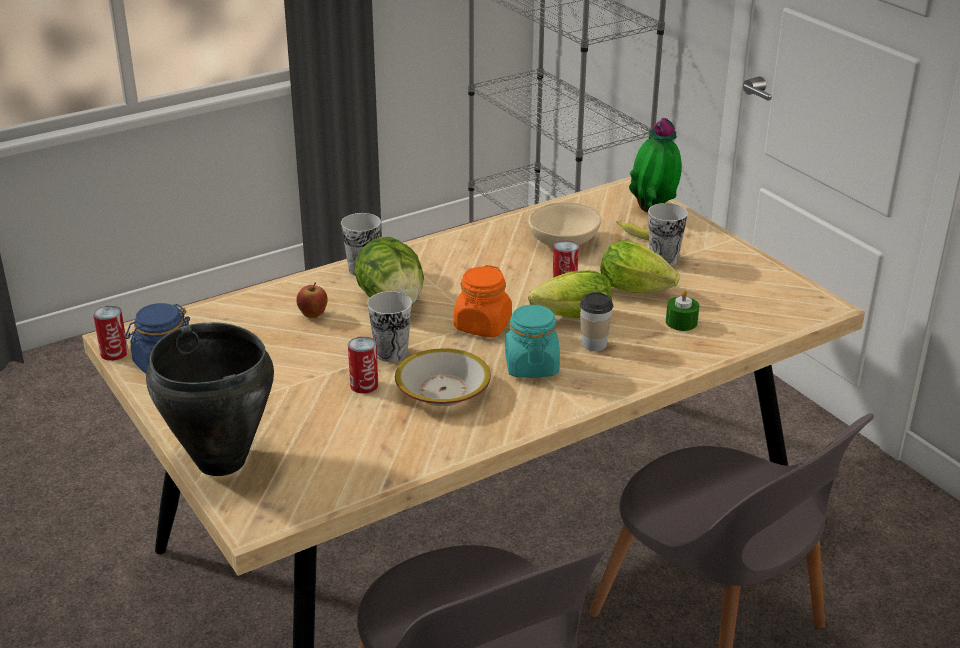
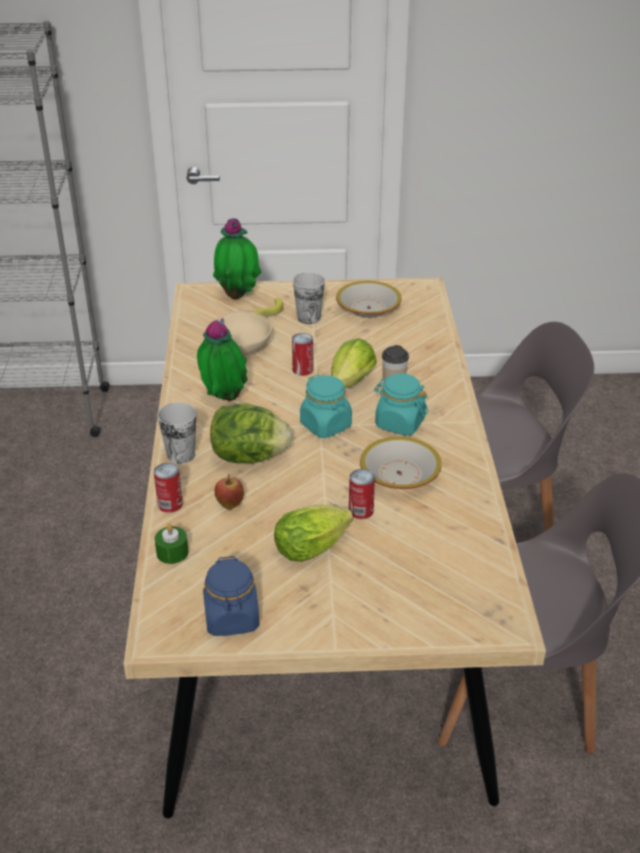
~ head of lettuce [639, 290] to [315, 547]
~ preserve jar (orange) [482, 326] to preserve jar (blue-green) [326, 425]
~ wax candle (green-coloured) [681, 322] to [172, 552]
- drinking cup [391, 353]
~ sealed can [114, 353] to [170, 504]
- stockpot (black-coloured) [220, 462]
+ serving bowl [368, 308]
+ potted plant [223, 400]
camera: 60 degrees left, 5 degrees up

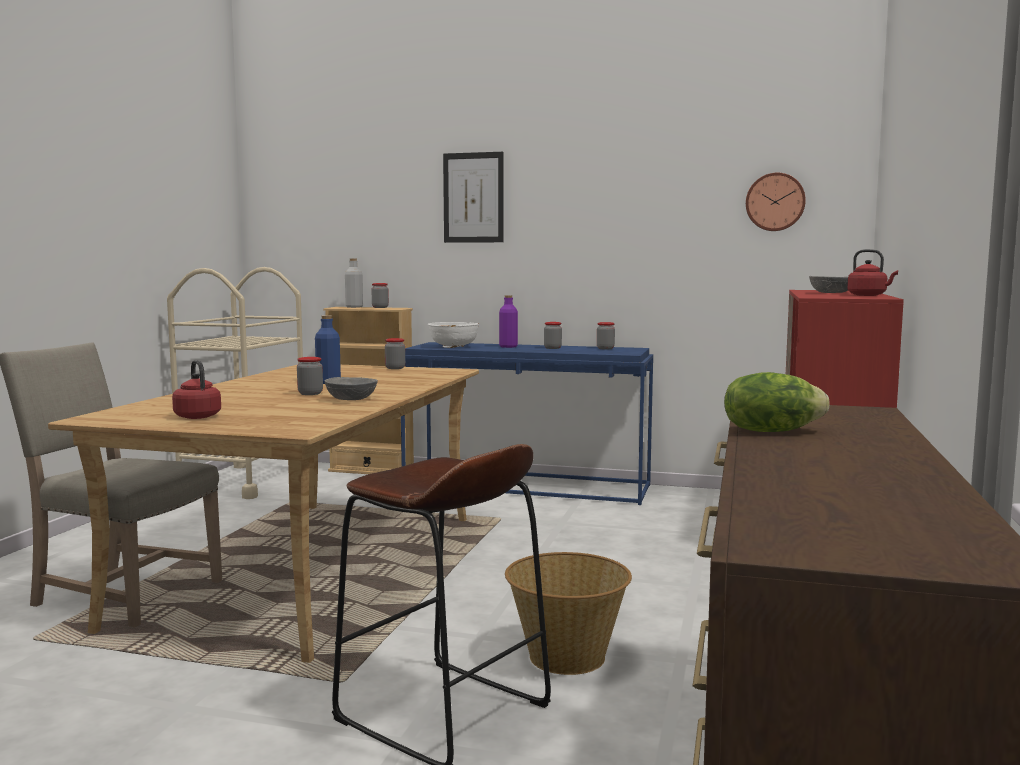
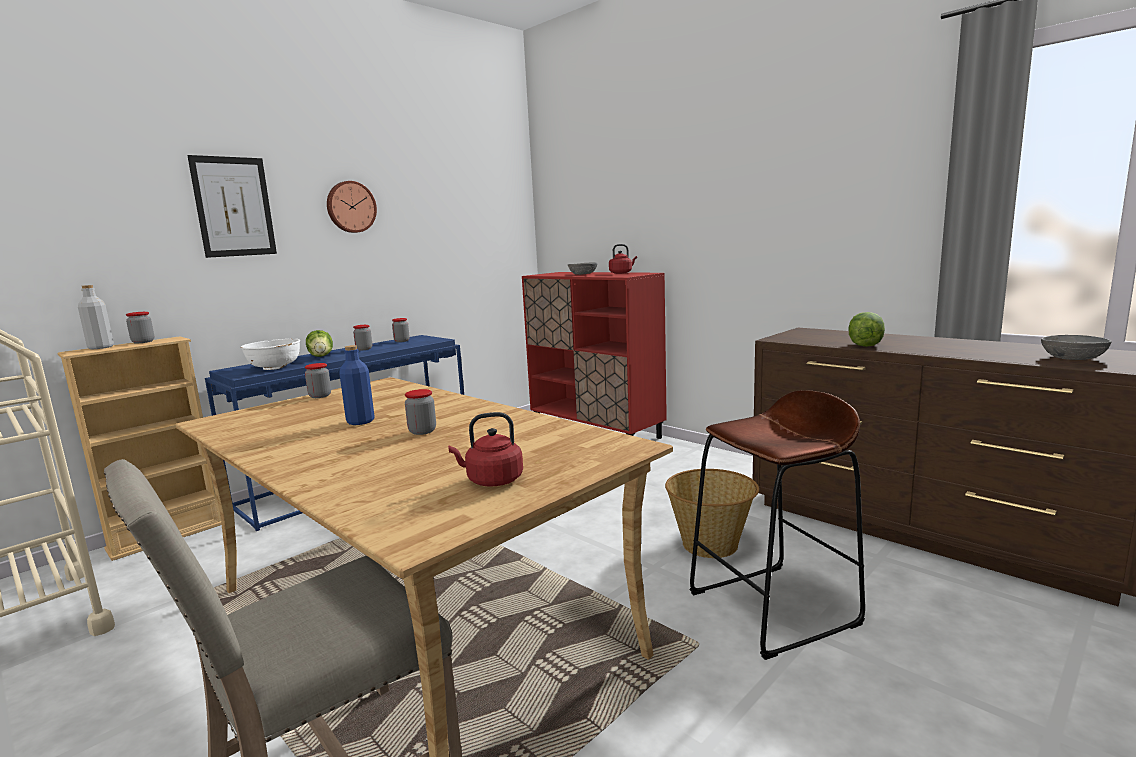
~ hanging clock [775, 202] to [350, 207]
~ beverage bottle (purple) [508, 346] to head of lettuce [321, 356]
~ serving bowl (grey) [350, 399] to [1073, 358]
camera: 60 degrees left, 5 degrees up

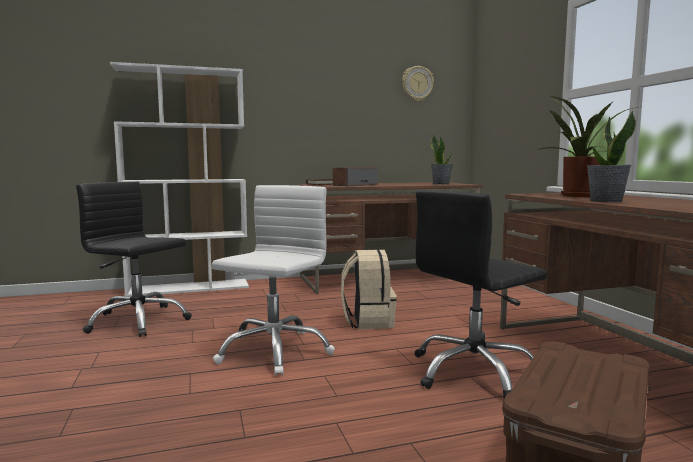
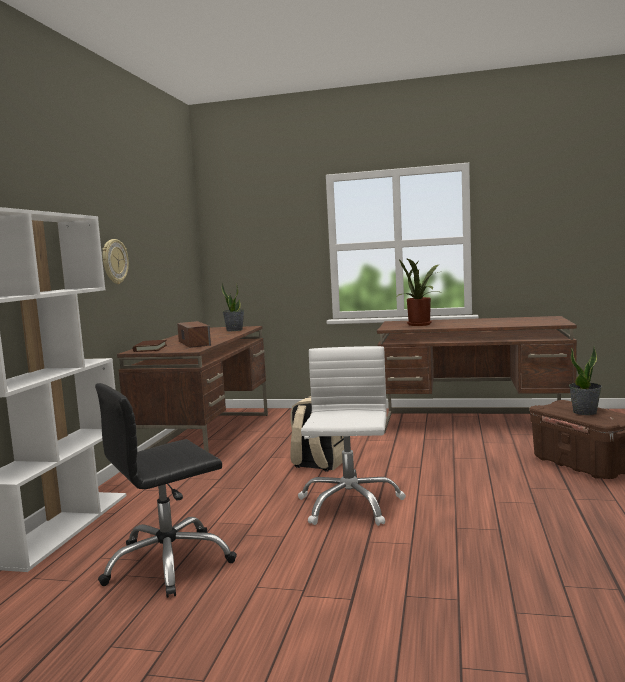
~ hanging clock [417, 83] to [114, 261]
~ potted plant [606, 201] to [585, 412]
~ desk chair (white-coloured) [274, 351] = [349, 505] 45 degrees clockwise
- desk chair (black-coloured) [473, 372]
camera: 60 degrees left, 0 degrees up

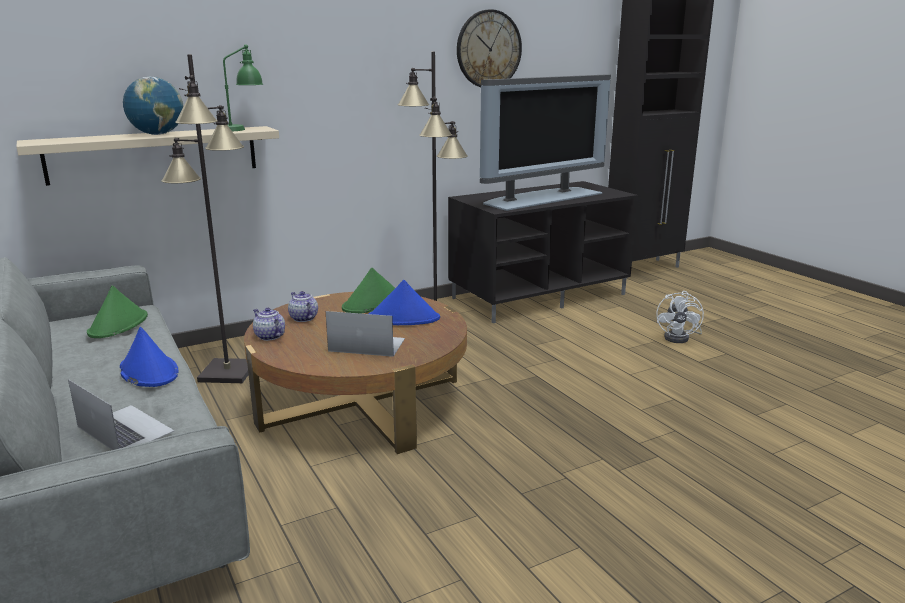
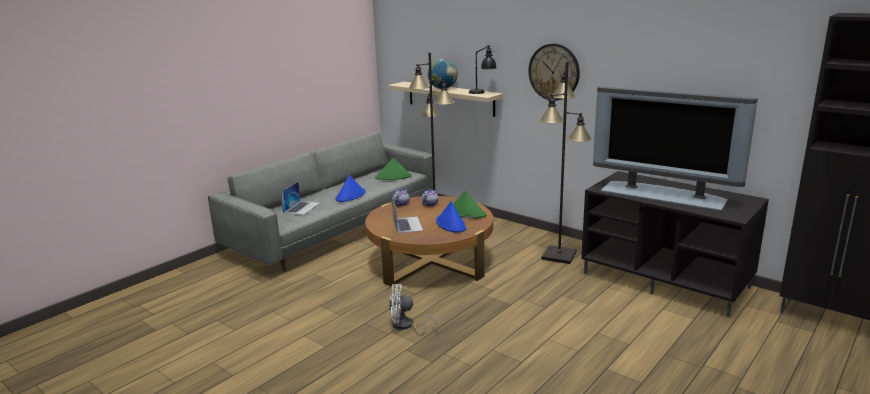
~ hanging clock [488, 49] to [554, 72]
~ table lamp (green-coloured) [242, 129] to table lamp (black-coloured) [482, 93]
~ electric fan (white-coloured) [680, 338] to [406, 326]
camera: 70 degrees right, 0 degrees up

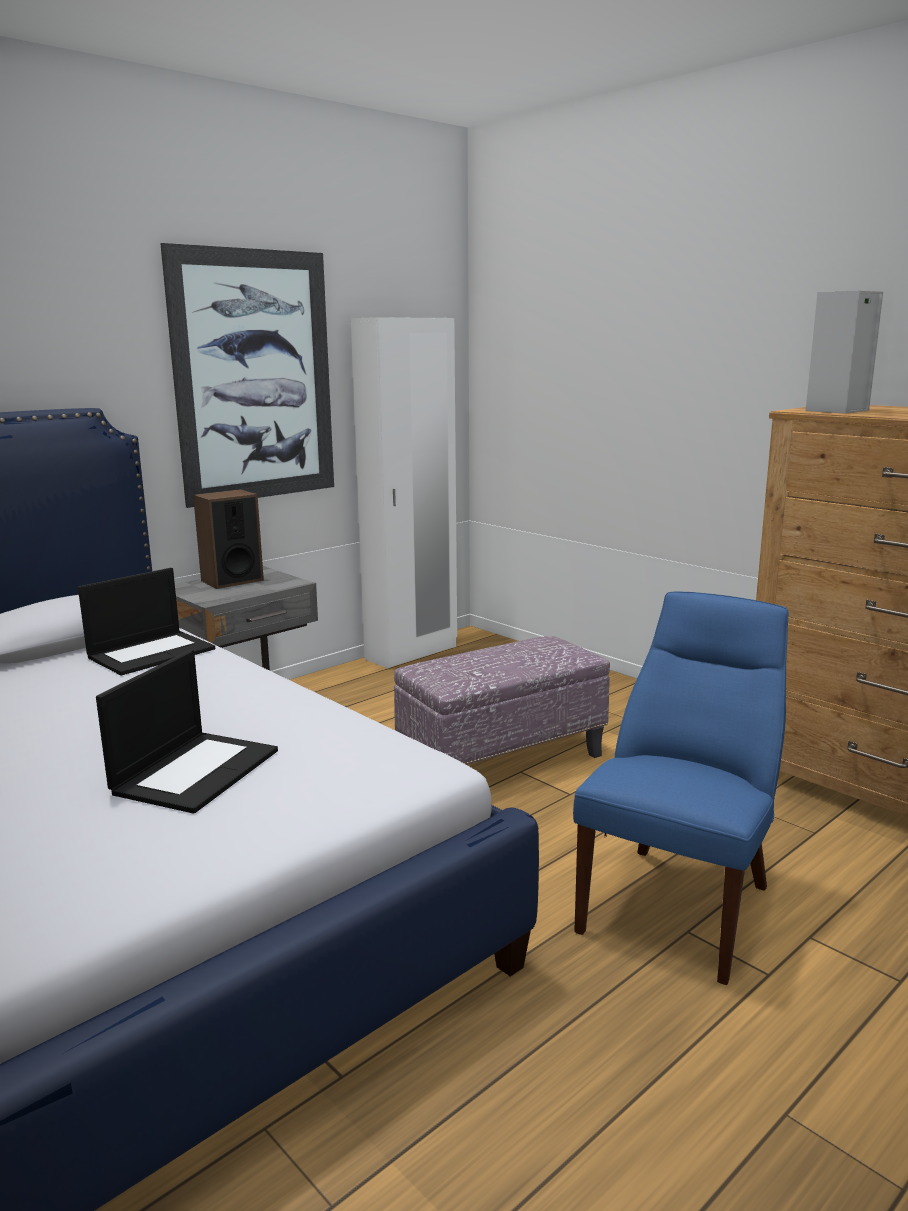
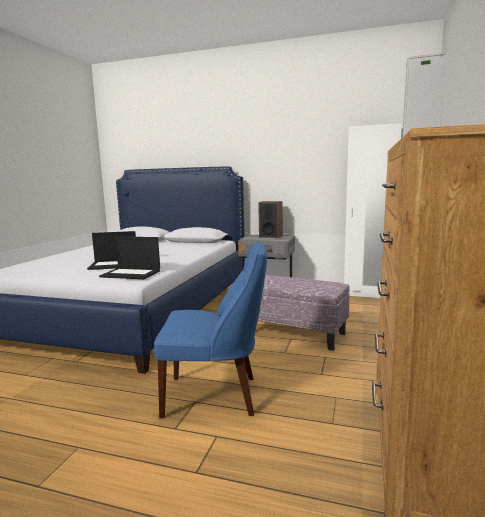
- wall art [255, 377]
~ notebook computer [152, 652] to [131, 273]
camera: 60 degrees right, 5 degrees down

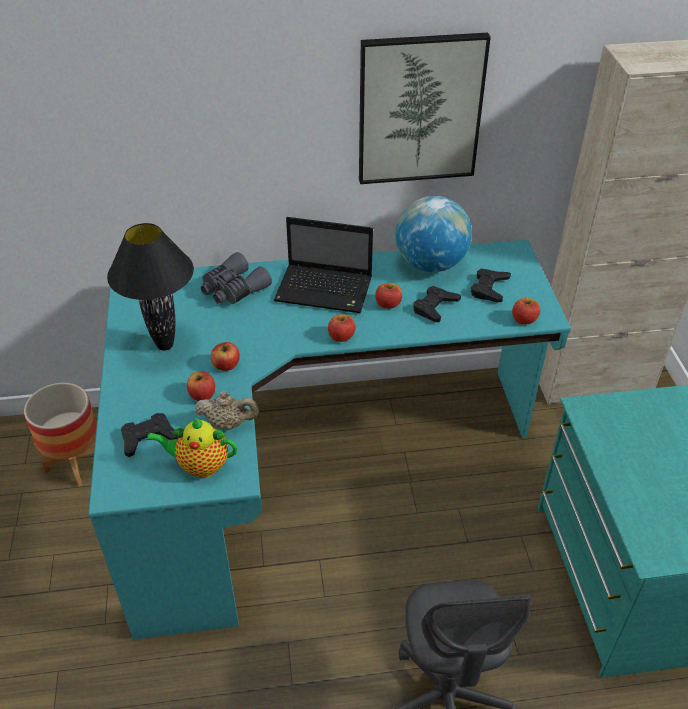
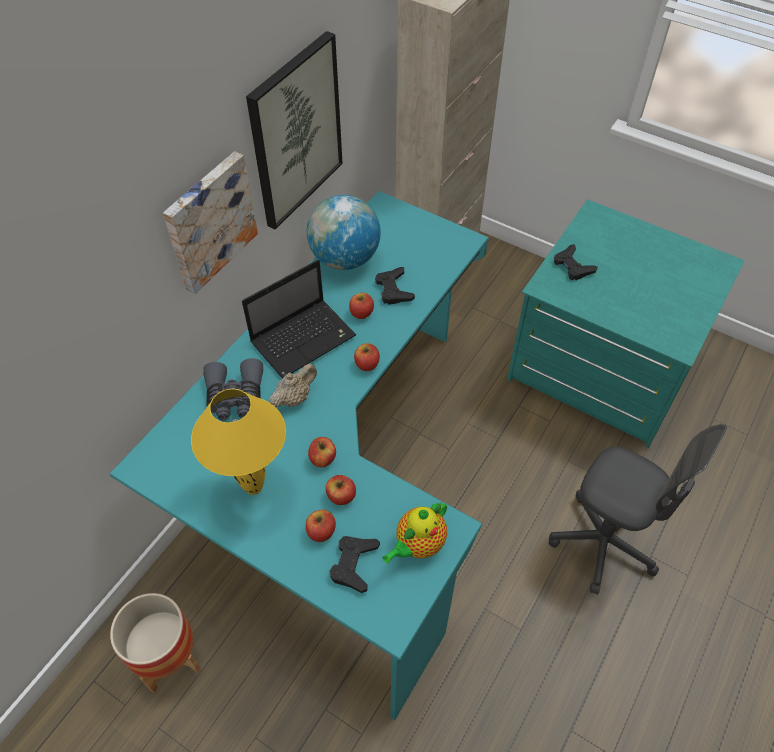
~ table lamp (black-coloured) [166, 345] to table lamp (yellowish) [254, 486]
~ gamepad (black-coloured) [489, 288] to [572, 266]
~ apple fruit [524, 319] to [321, 531]
~ teapot (beige-coloured) [228, 423] to [294, 398]
+ wall art [209, 221]
camera: 50 degrees left, 10 degrees up

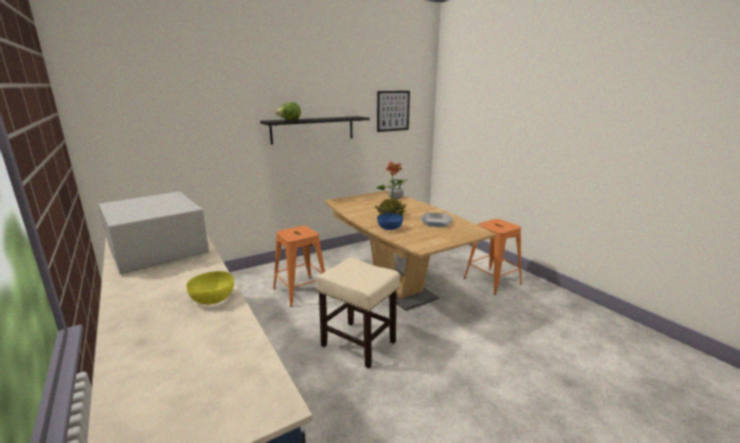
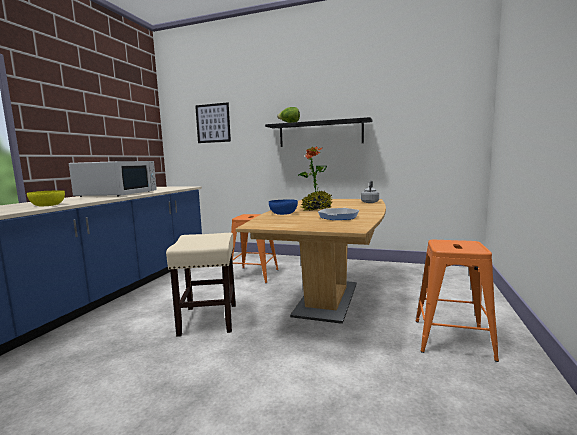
~ wall art [393, 111] to [213, 123]
camera: 50 degrees right, 10 degrees down

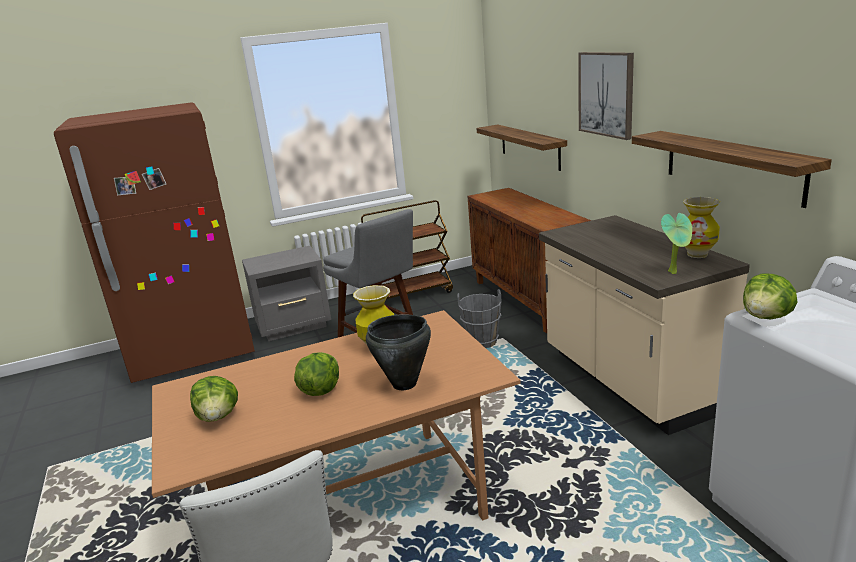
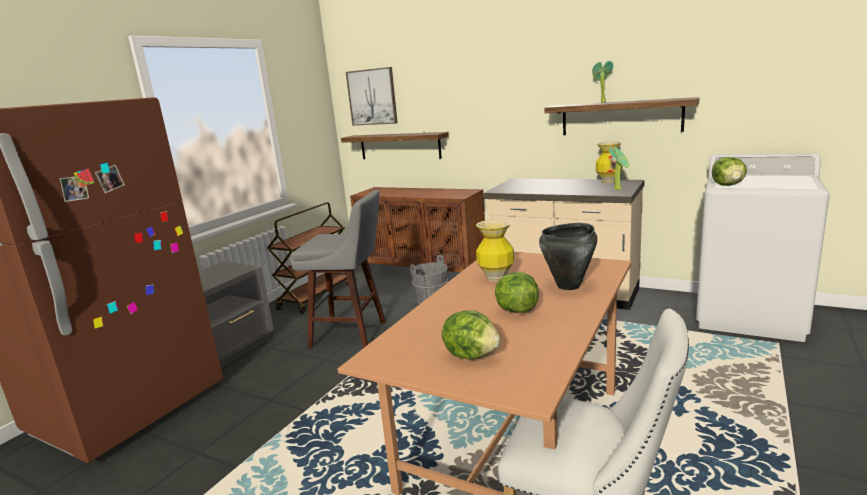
~ wall art [606, 94] to [372, 97]
+ potted plant [601, 103]
camera: 40 degrees left, 5 degrees down

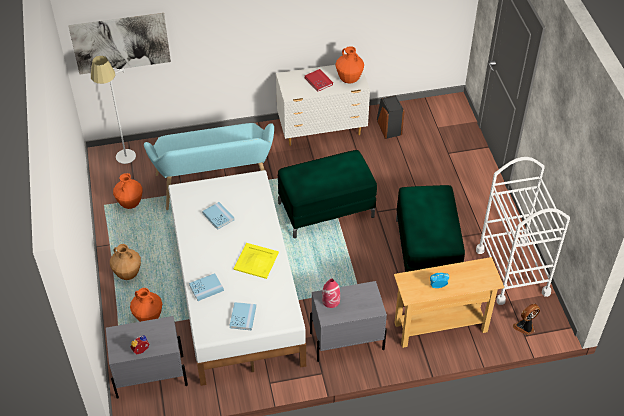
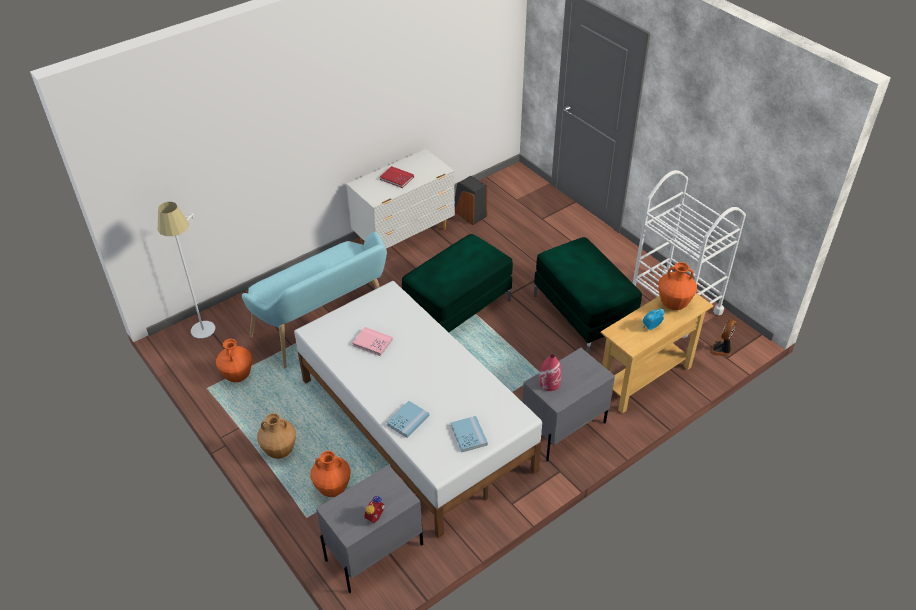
- wall art [120, 43]
~ decorative vase (orange) [349, 79] to [673, 304]
~ bound book (bluish) [218, 216] to bound book (pink) [372, 342]
- carrying tray (yellowish) [256, 260]
camera: 25 degrees left, 5 degrees down

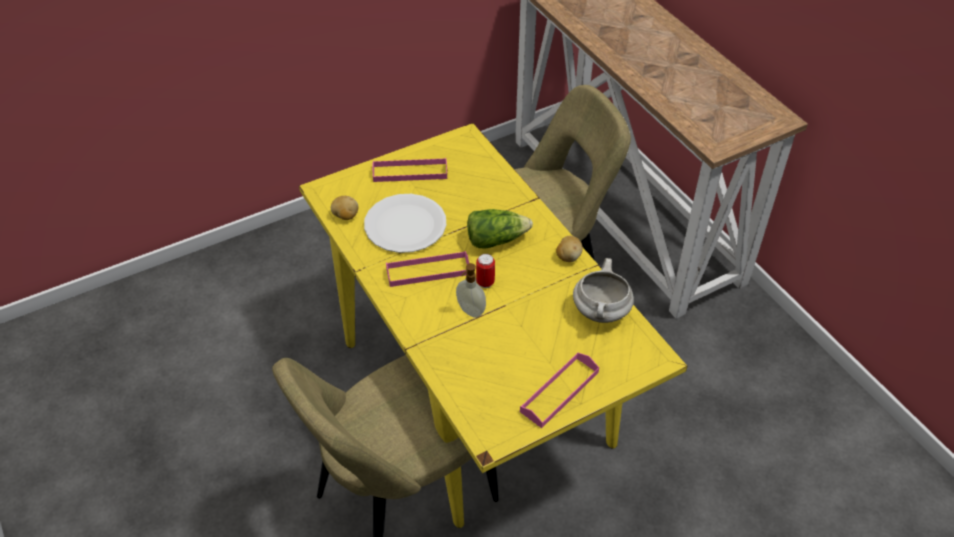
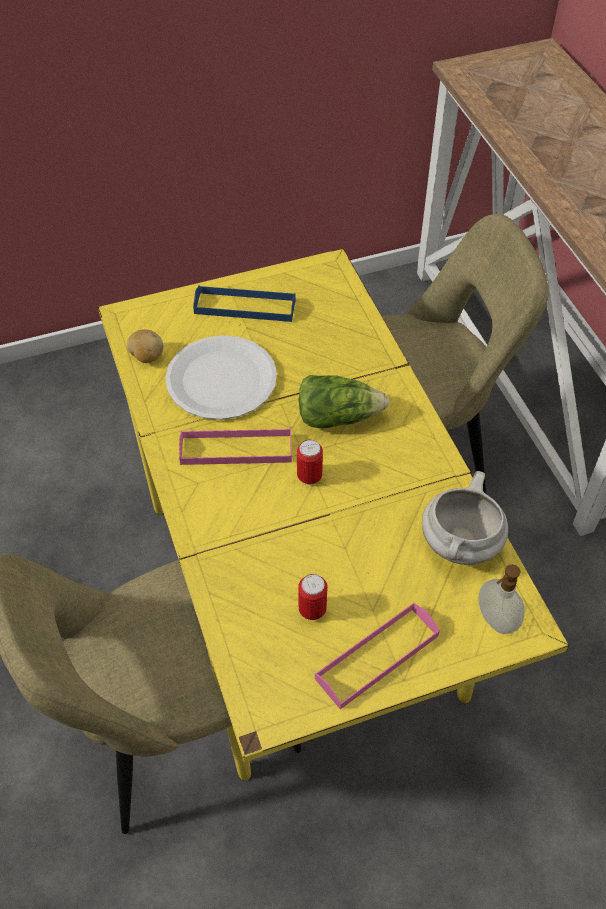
~ carrying tray (pink) [410, 172] to carrying tray (bluish) [245, 307]
- spud [568, 257]
~ soap dispenser [470, 311] to [495, 621]
+ sealed can [312, 610]
camera: 10 degrees right, 5 degrees up

